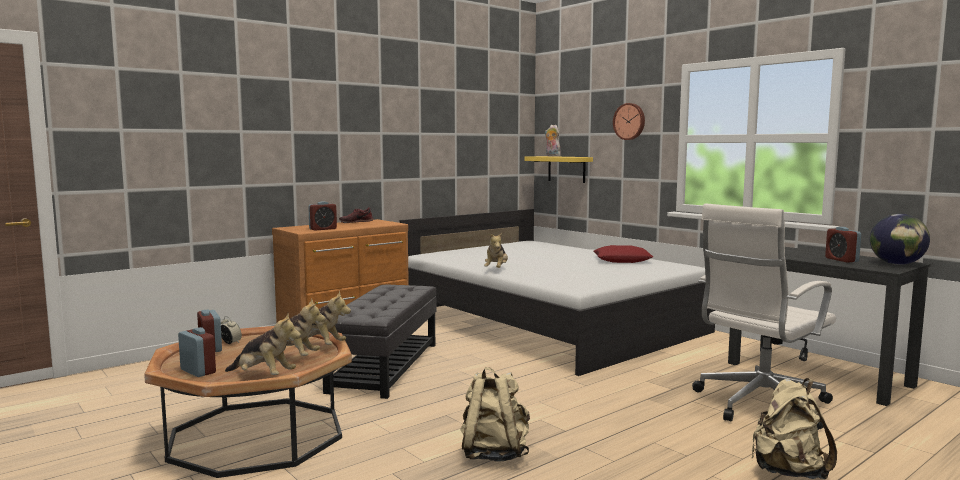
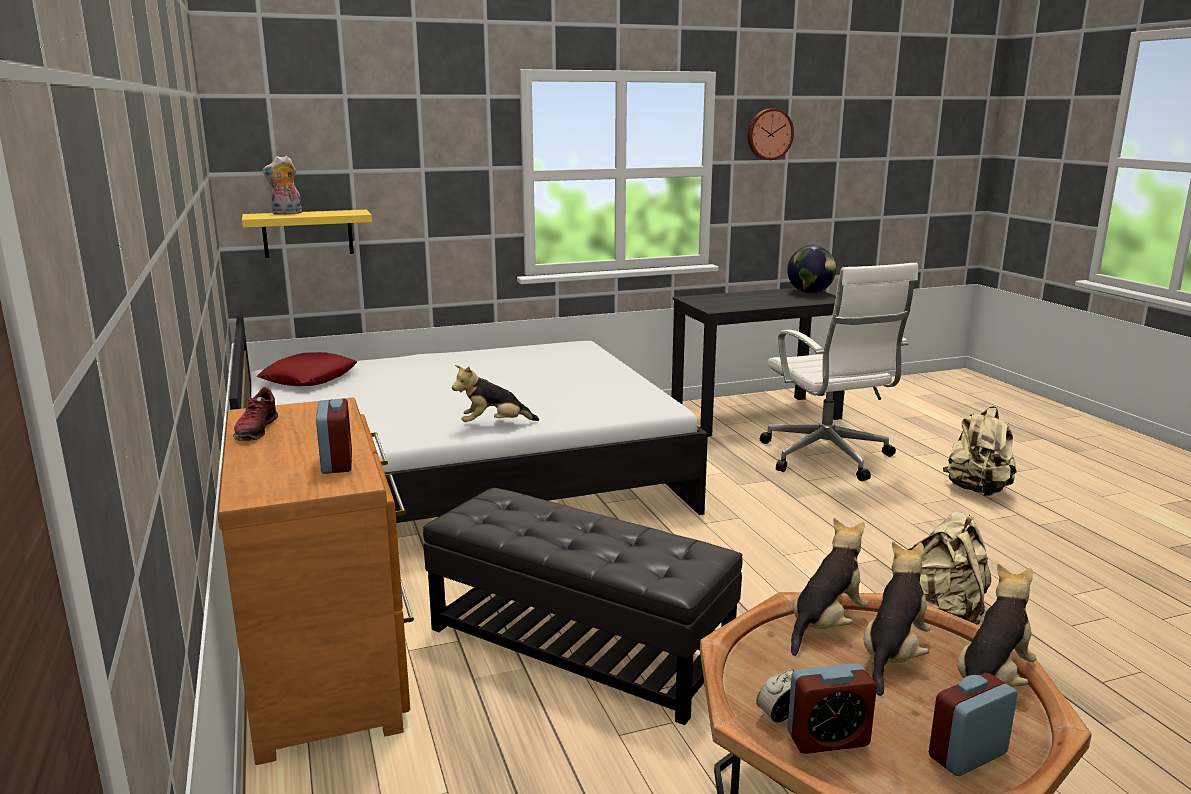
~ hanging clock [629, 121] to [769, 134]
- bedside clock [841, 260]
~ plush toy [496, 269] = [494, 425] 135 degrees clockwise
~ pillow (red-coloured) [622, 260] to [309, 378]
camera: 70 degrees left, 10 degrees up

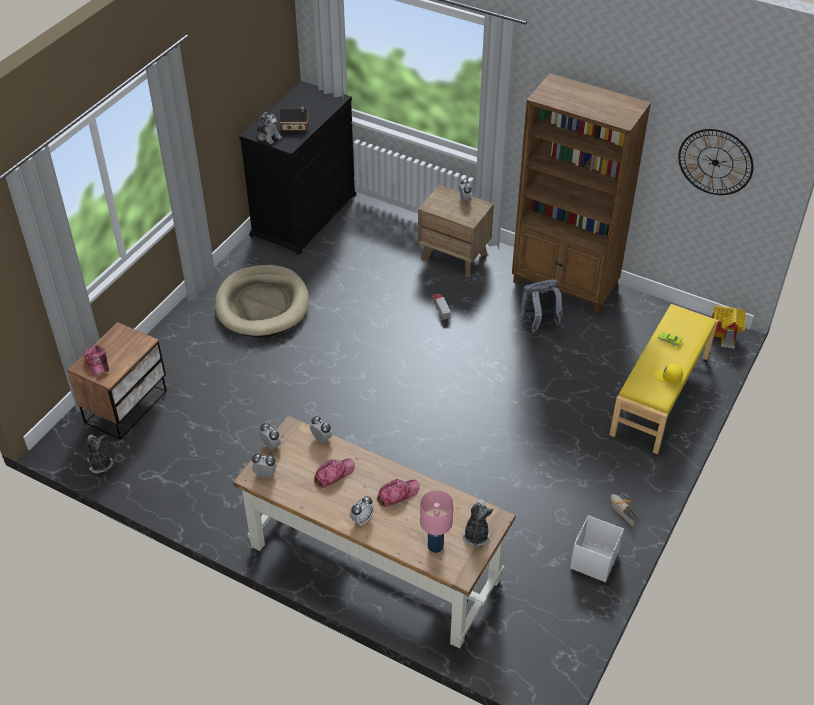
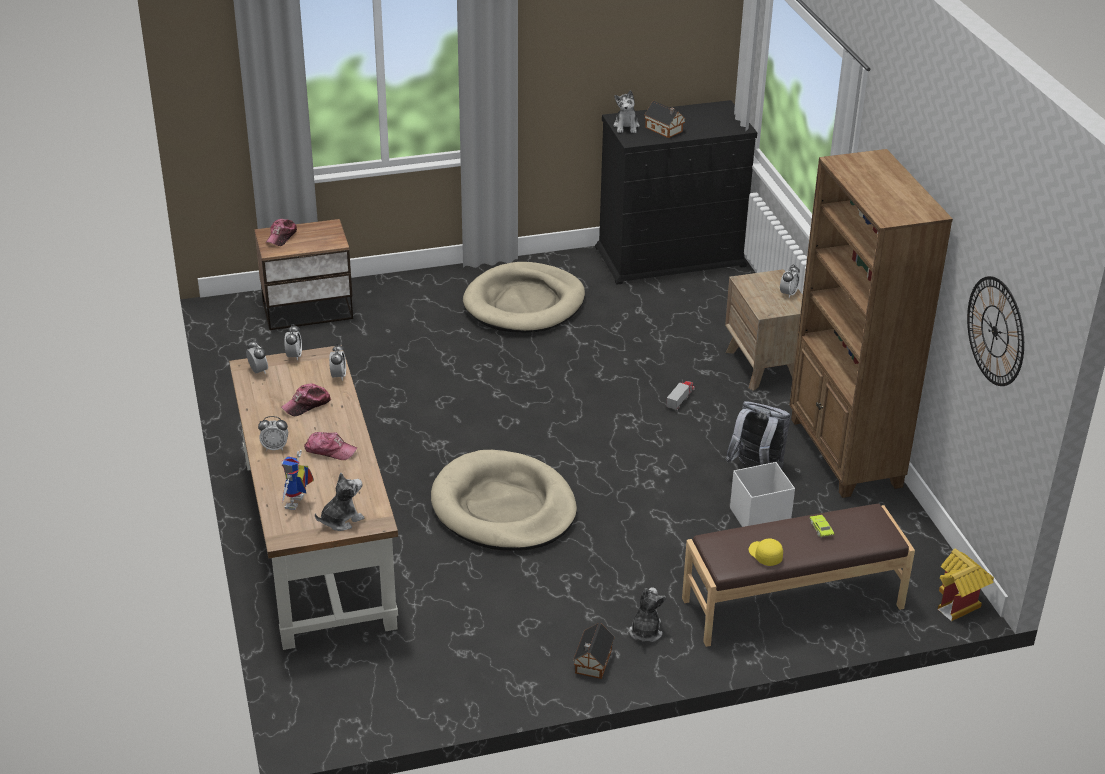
~ long seat (yellowish) [661, 395] to long seat (brown) [793, 604]
~ plush toy [100, 464] to [645, 631]
~ baseball cap [334, 474] = [306, 404] 135 degrees clockwise
~ table lamp (pink) [436, 546] to robot figure [297, 504]
~ item of footwear [622, 510] to toy house [592, 663]
~ storage box (white-coloured) [593, 561] to [758, 517]
+ dog bed (beige-coloured) [504, 507]
camera: 45 degrees right, 10 degrees down

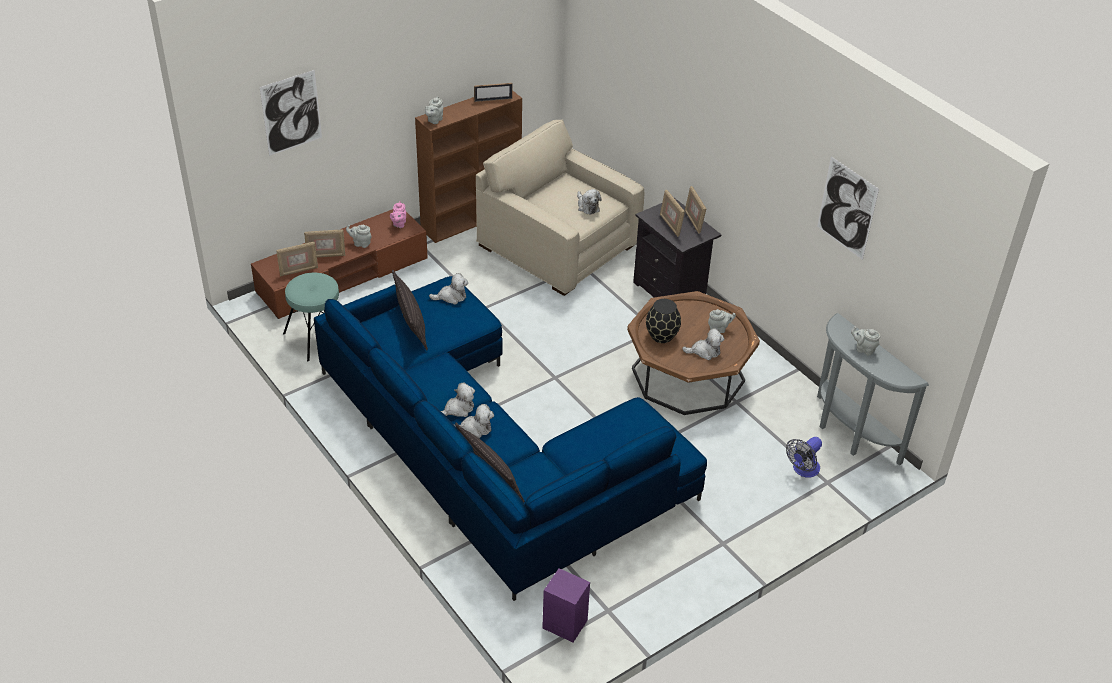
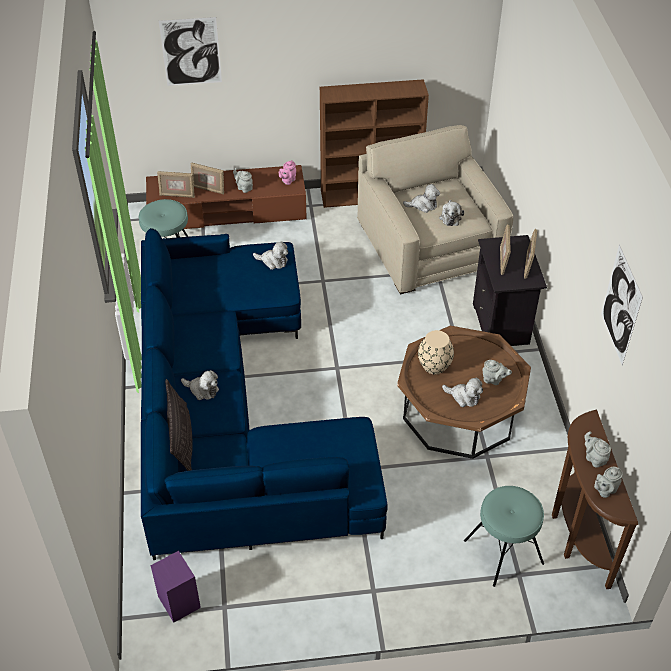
- picture frame [493, 100]
~ teapot (grey) [434, 120] to [605, 490]
- pillow [411, 323]
~ decorative vase (black-coloured) [662, 335] to decorative vase (beige-coloured) [435, 366]
~ hall table (grey) [849, 434] to hall table (brown) [576, 535]
~ plush toy [458, 409] to [423, 205]
~ electric fan [803, 470] to stool (blue-green) [503, 552]
camera: 30 degrees right, 5 degrees up

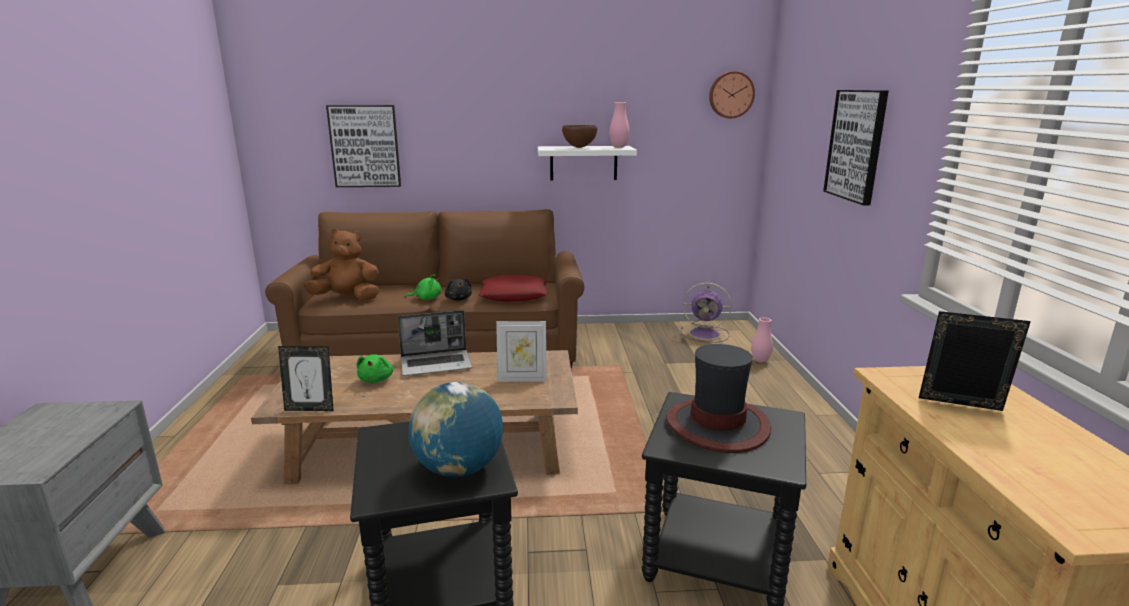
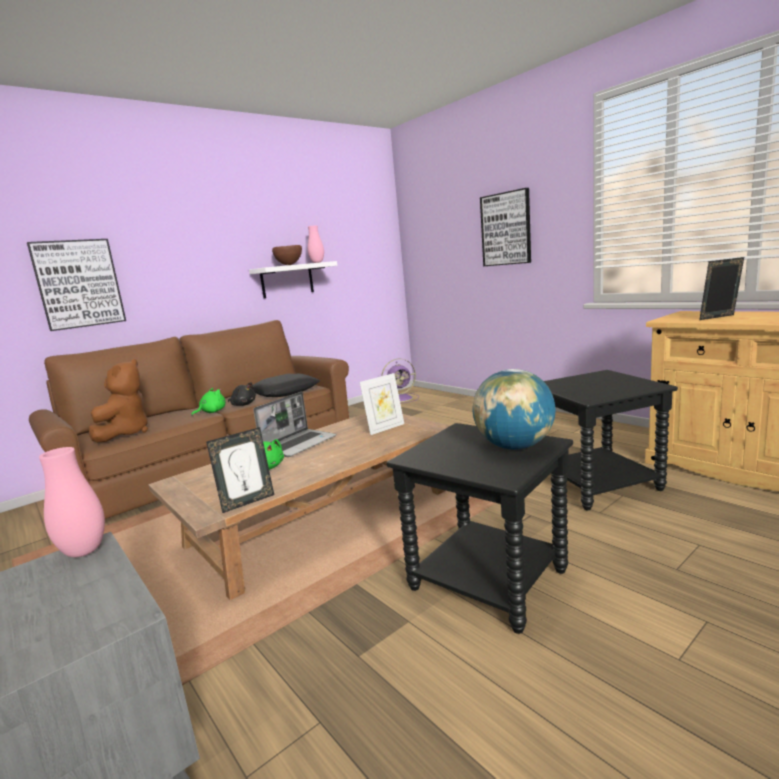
- hanging clock [731, 95]
~ plush toy (brown) [347, 298] = [125, 433] 135 degrees clockwise
~ pillow (red-coloured) [514, 295] to pillow (black-coloured) [285, 392]
~ decorative vase (pink) [760, 360] to [84, 551]
- wearable hat [717, 425]
camera: 35 degrees left, 5 degrees down

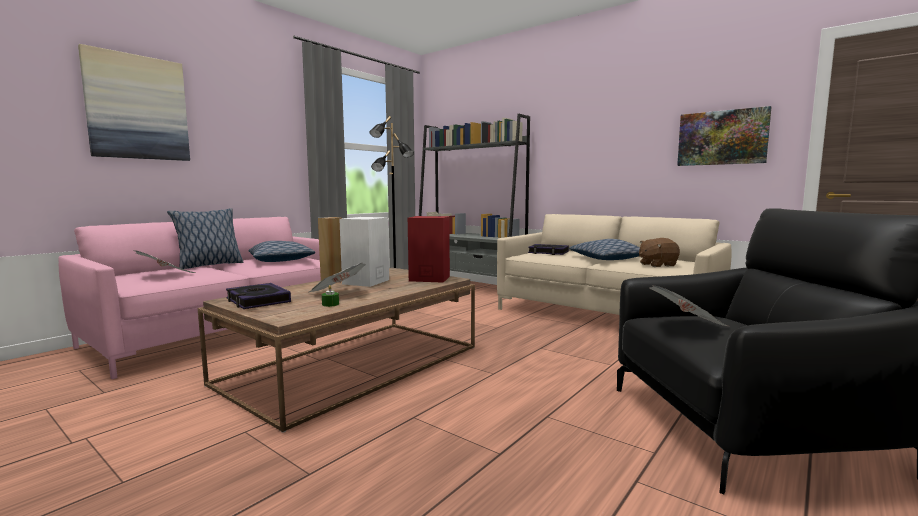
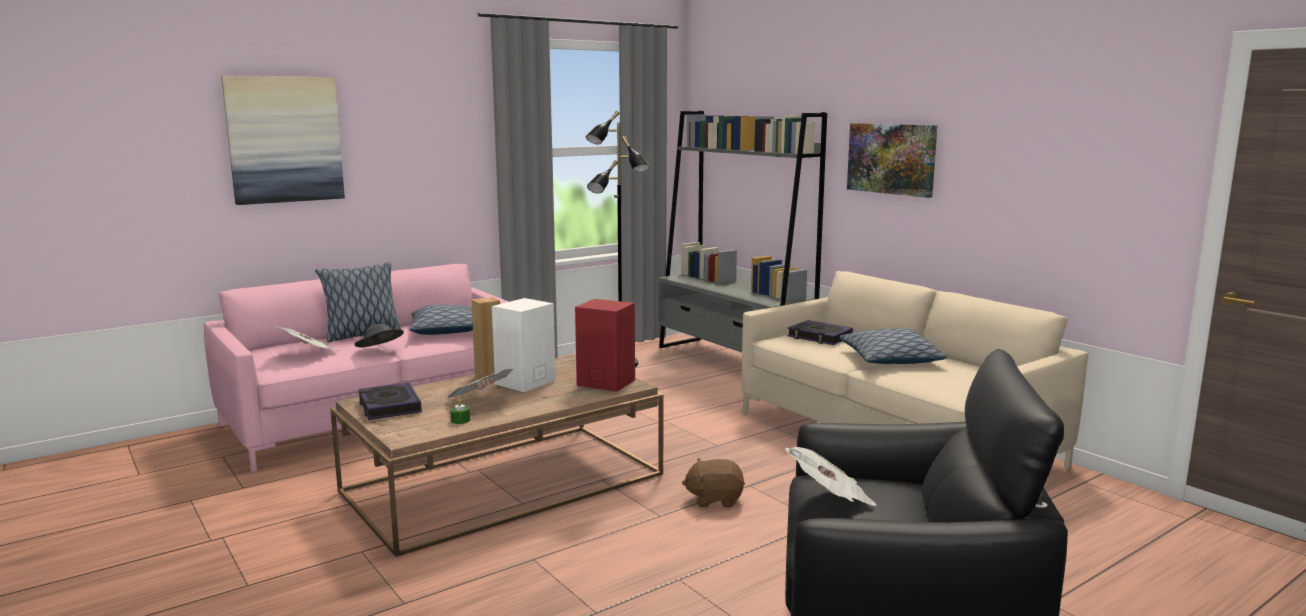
~ wall art [722, 138] to [891, 158]
~ plush toy (brown) [657, 265] to [714, 499]
+ wearable hat (grey) [380, 350]
camera: 15 degrees right, 5 degrees up

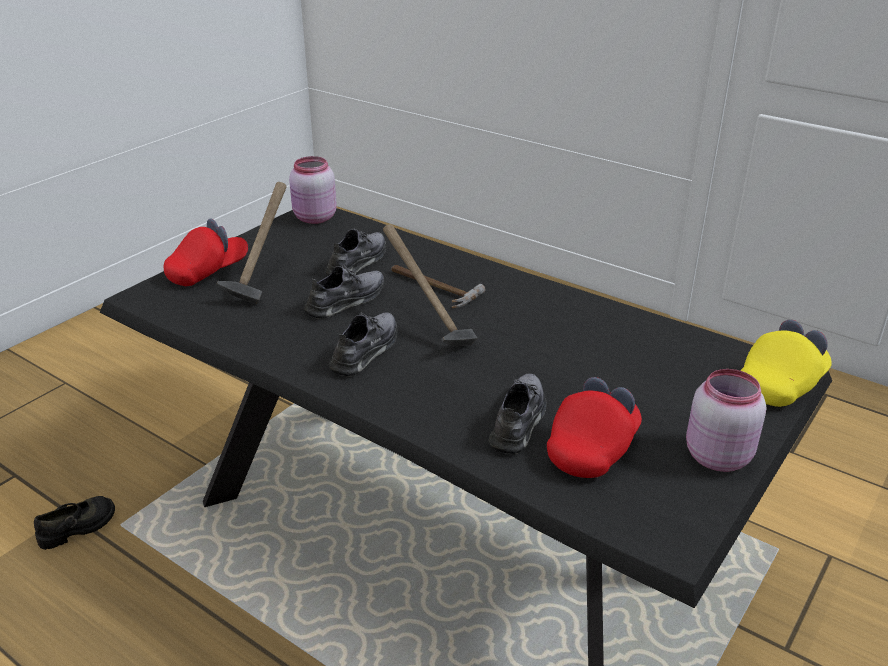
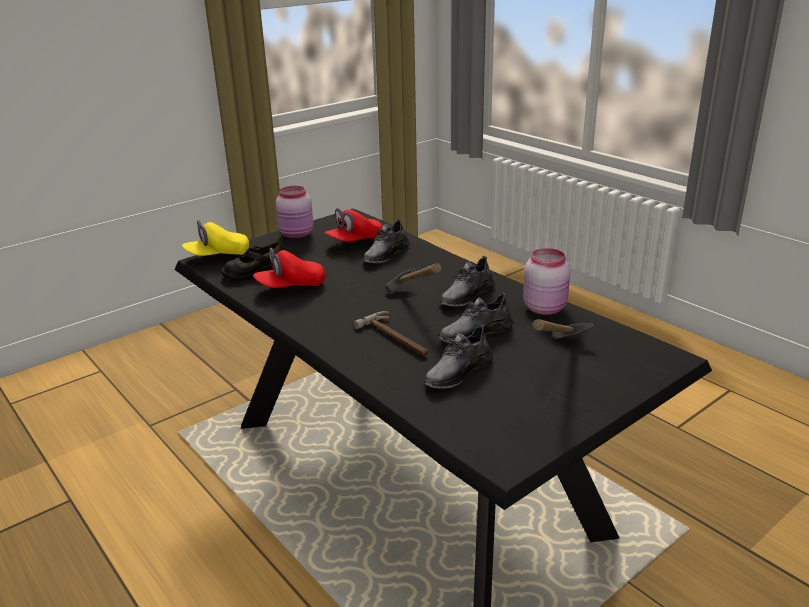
~ preserve jar (pink) [314, 218] to [545, 308]
~ baseball cap (red-coloured) [208, 272] to [291, 287]
~ item of footwear (black-coloured) [78, 527] to [254, 272]
camera: 165 degrees left, 5 degrees down

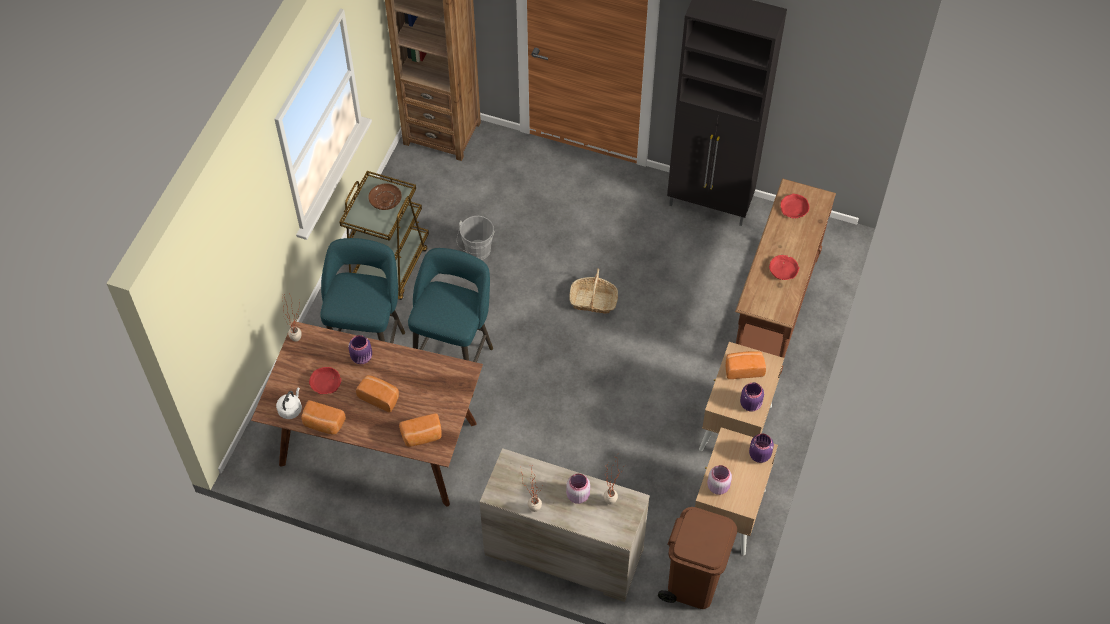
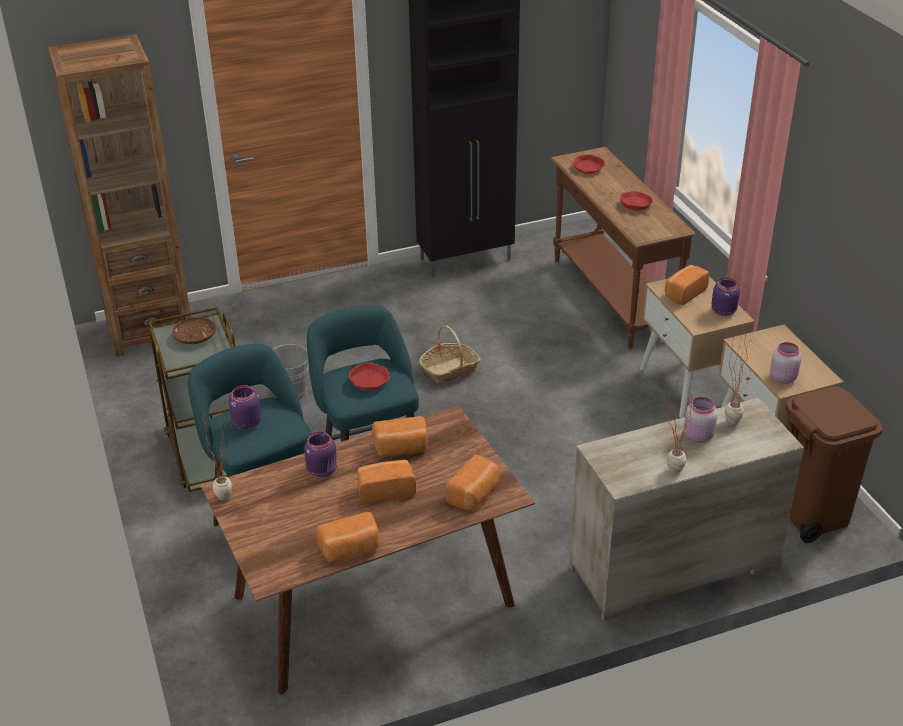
~ serving bowl (red-coloured) [326, 383] to [369, 381]
- tea kettle (white-coloured) [291, 409]
~ preserve jar (purple) [759, 454] to [246, 423]
+ baked bread [401, 449]
camera: 40 degrees left, 20 degrees down

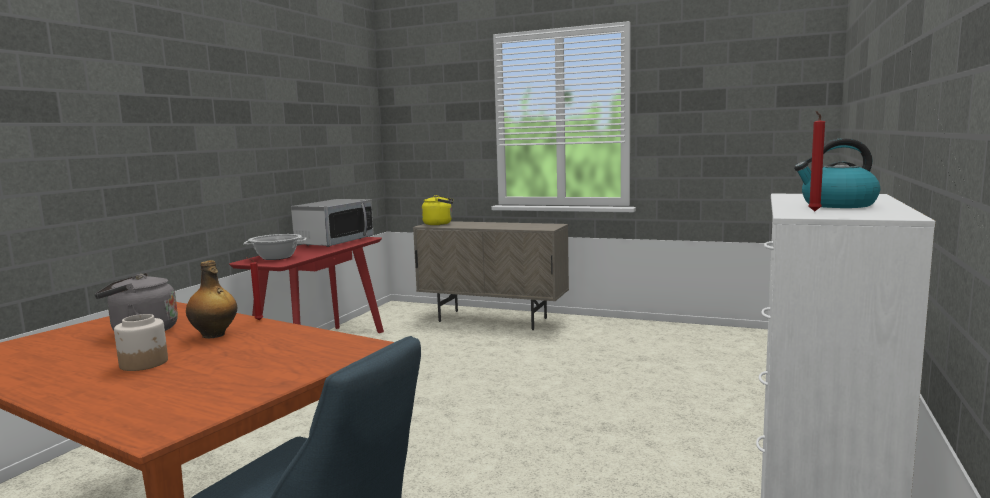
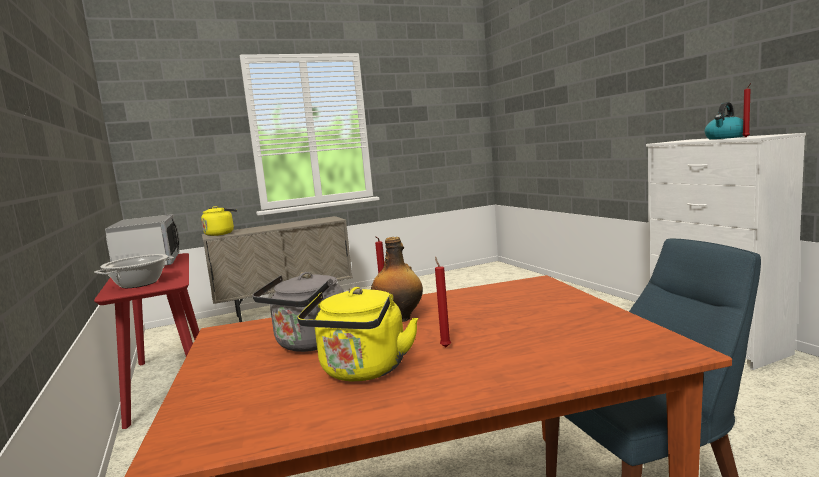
~ preserve jar [144, 363] to wax candle (red-coloured) [445, 346]
+ tea kettle (yellowish) [362, 371]
camera: 45 degrees left, 0 degrees up

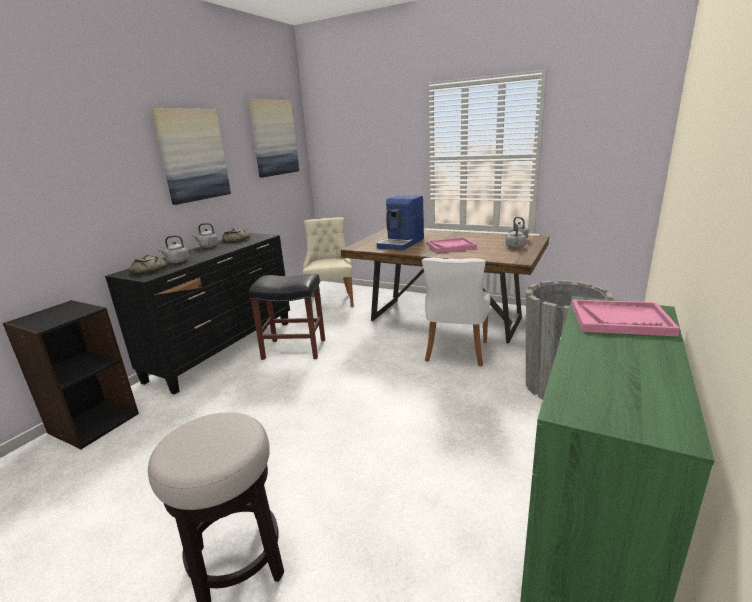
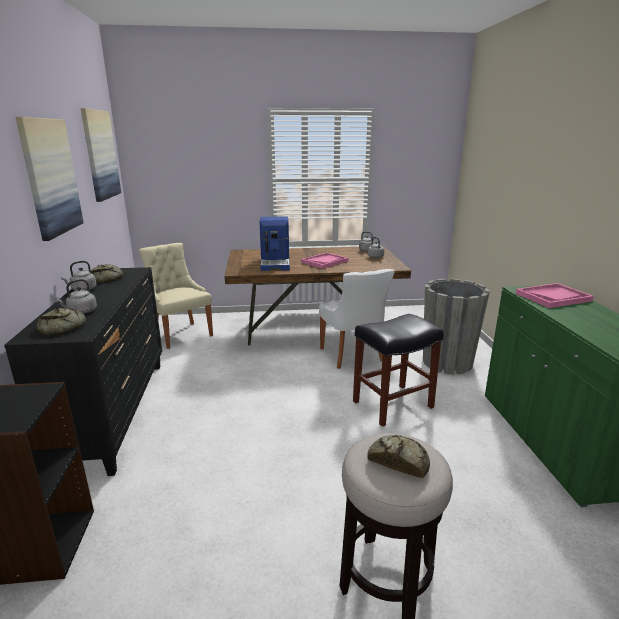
~ stool (black-coloured) [293, 349] to [392, 405]
+ baked bread [399, 460]
camera: 35 degrees left, 0 degrees up

